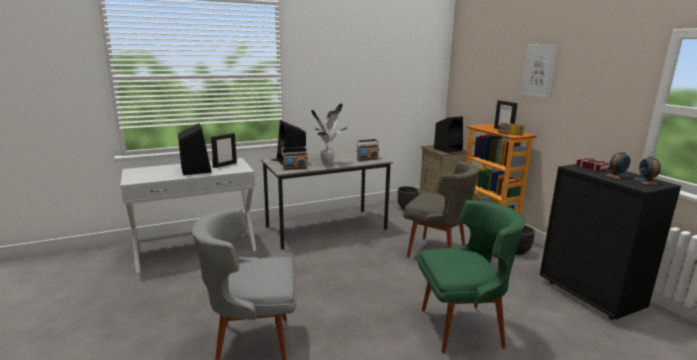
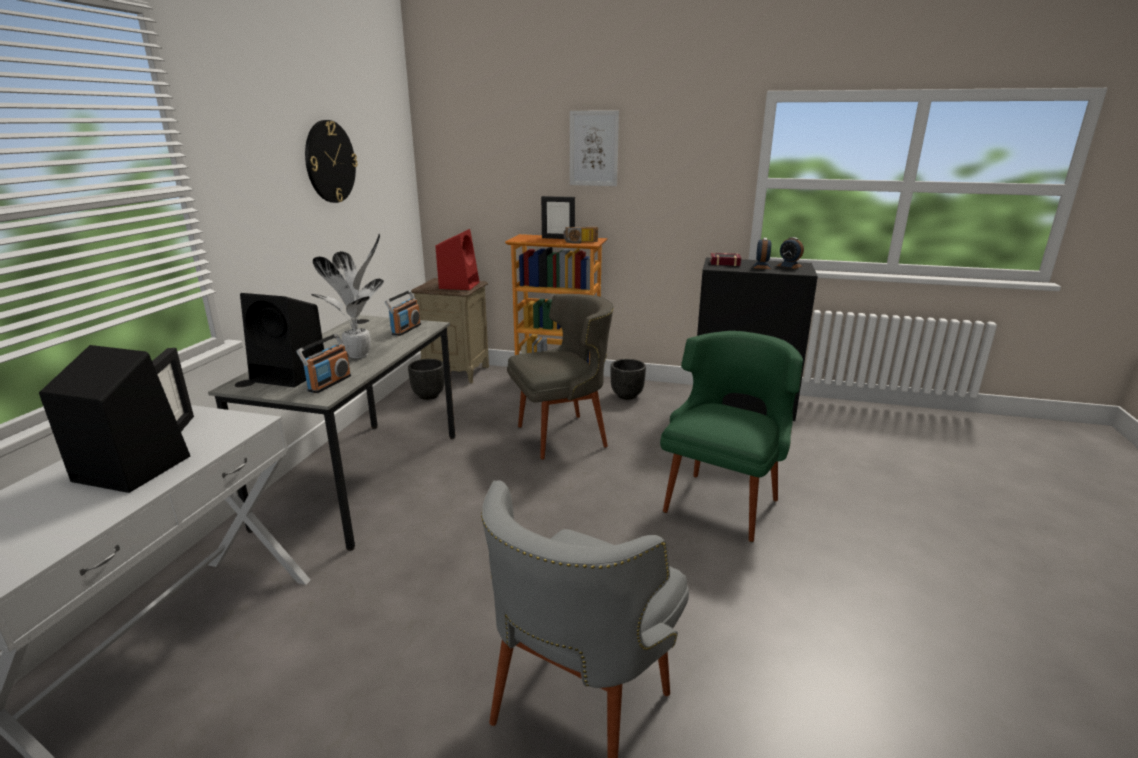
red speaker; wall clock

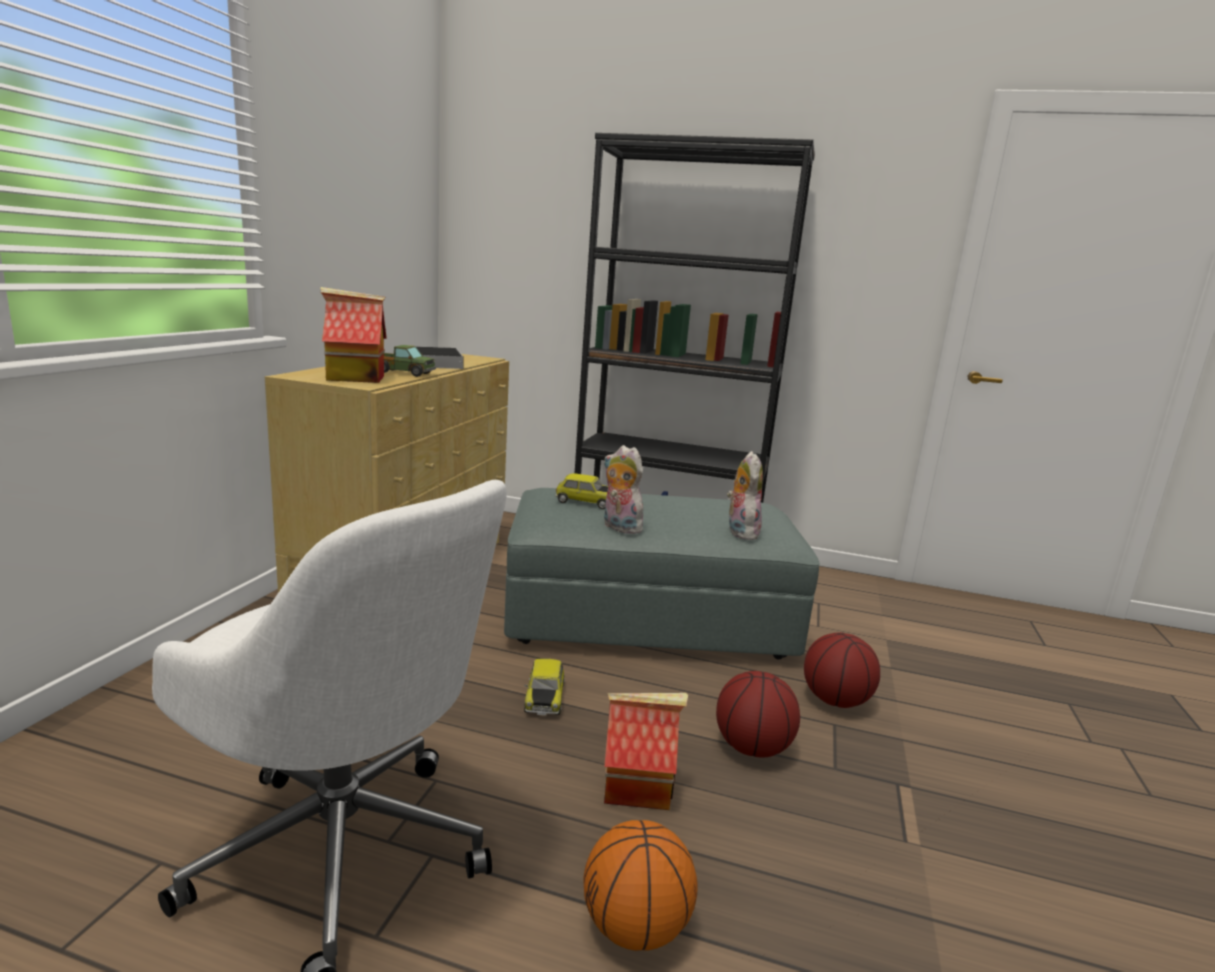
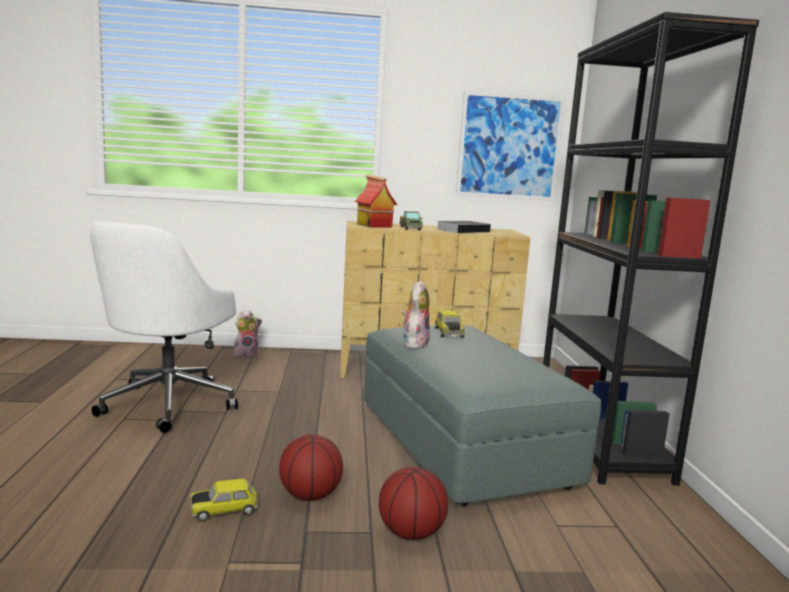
toy car (1st from left); basketball (1st from left in the first image); toy house (2nd from left in the first image); plush toy (1st from left); picture

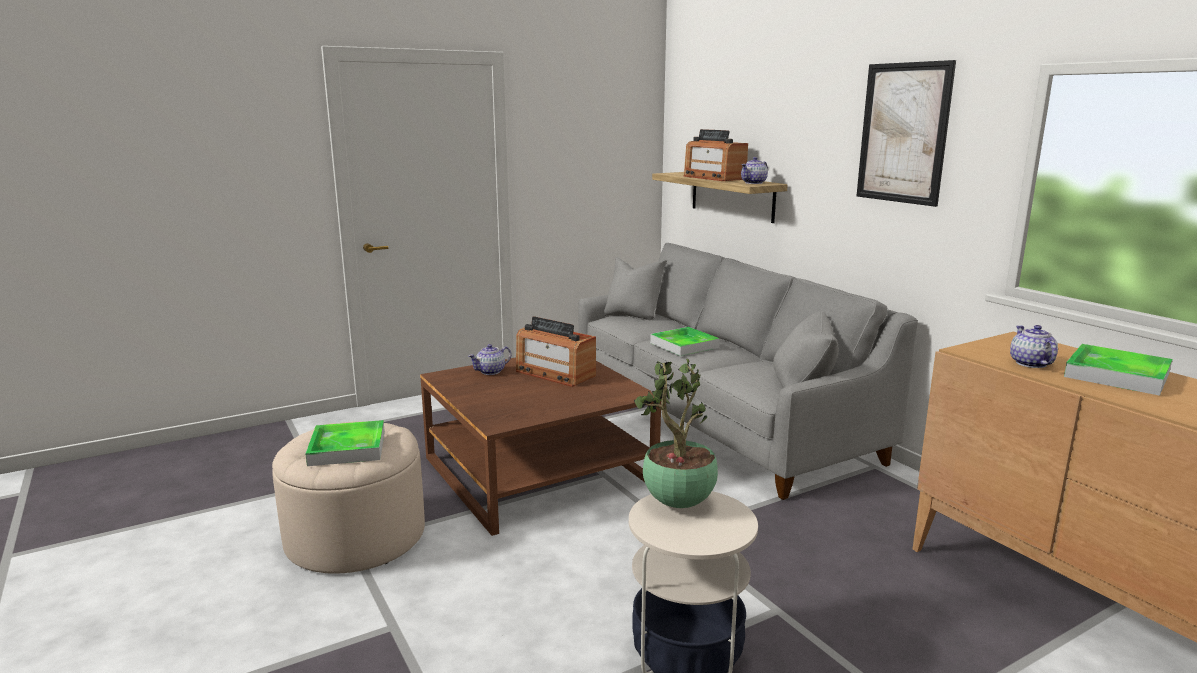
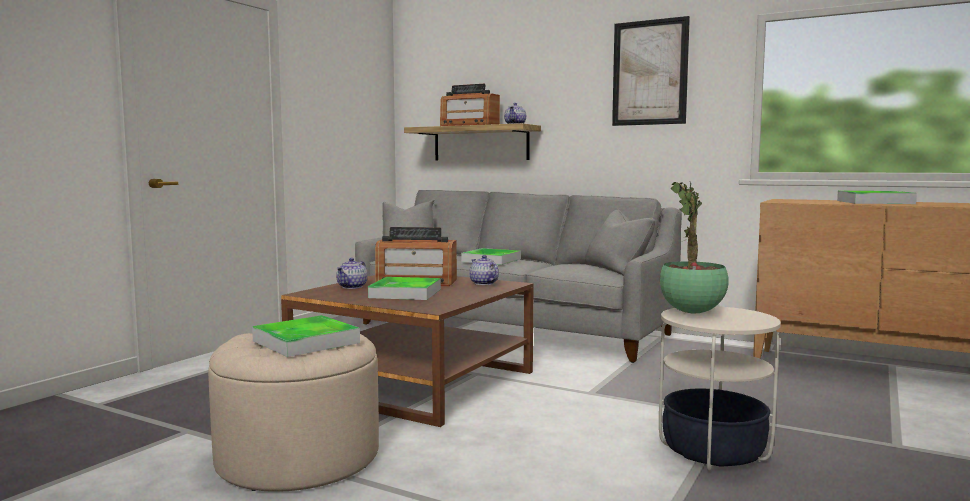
teapot (2nd from left); tray (2nd from left)

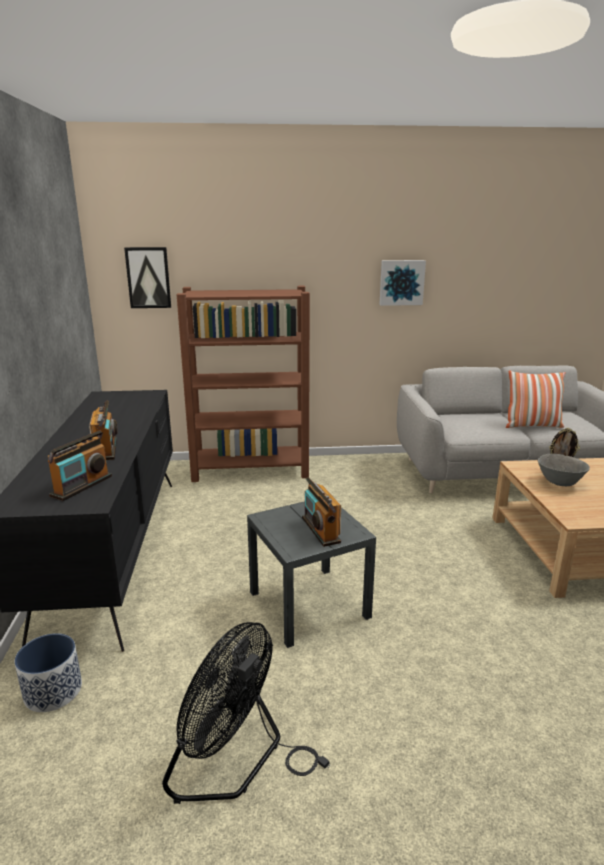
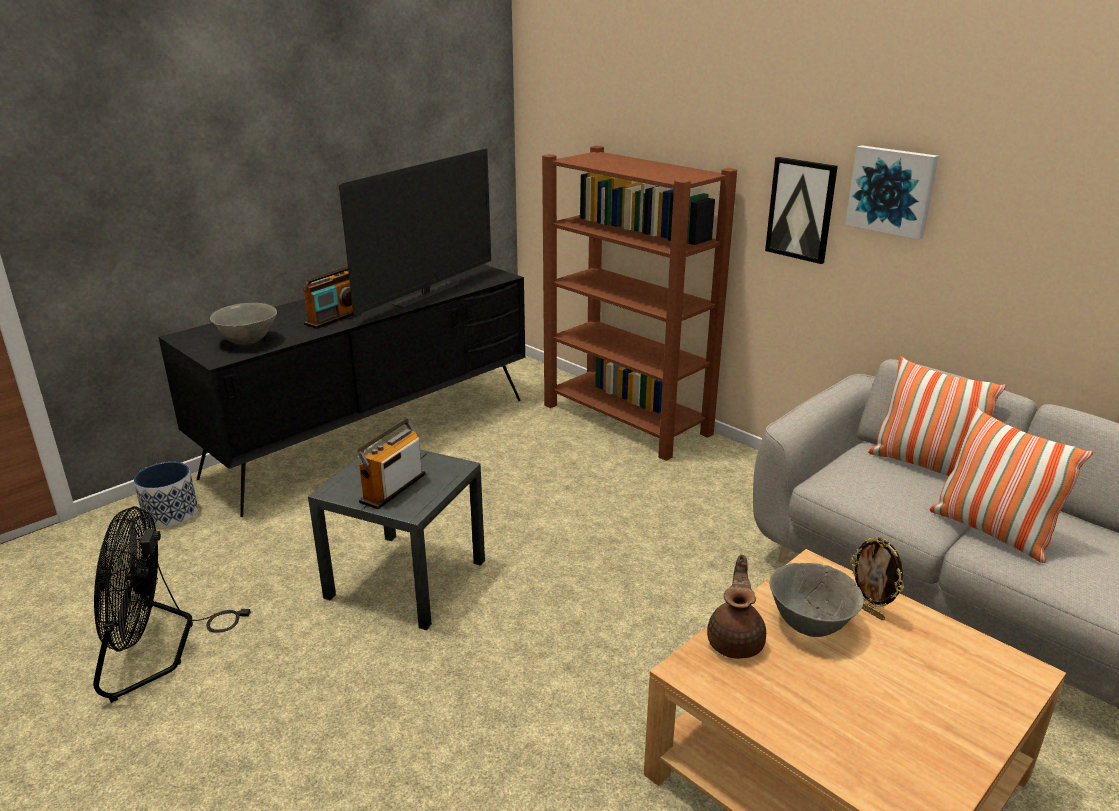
grey bowl (1st from left); picture (1st from left); black fan; television; brown teapot; pillow (1st from left)

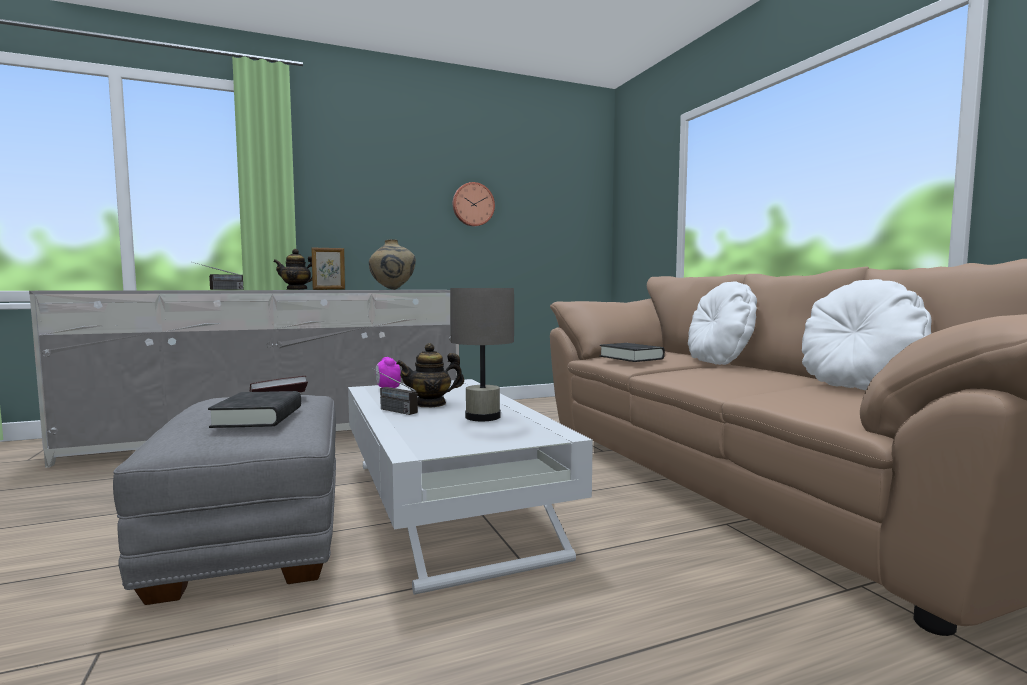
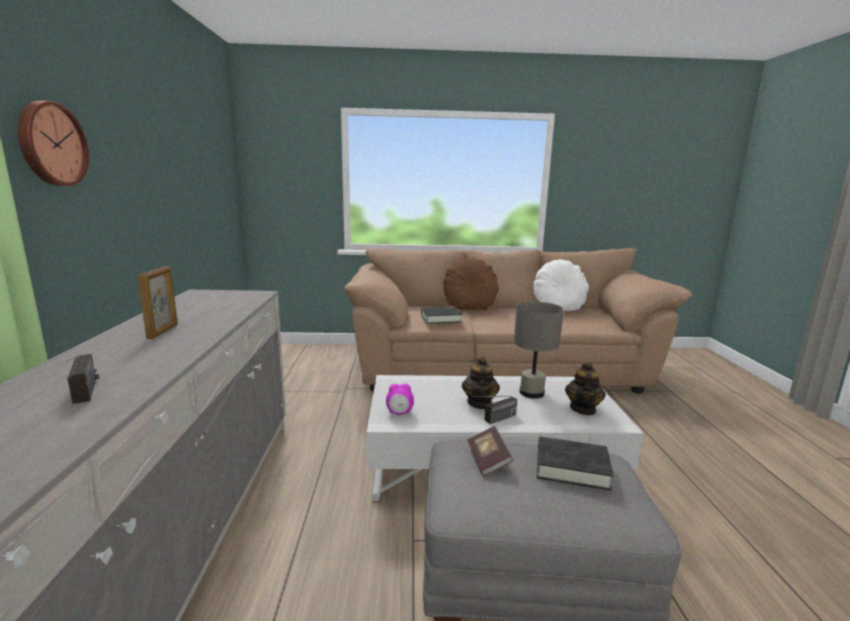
teapot (2nd from left); beige vase; wall clock; brown pillow

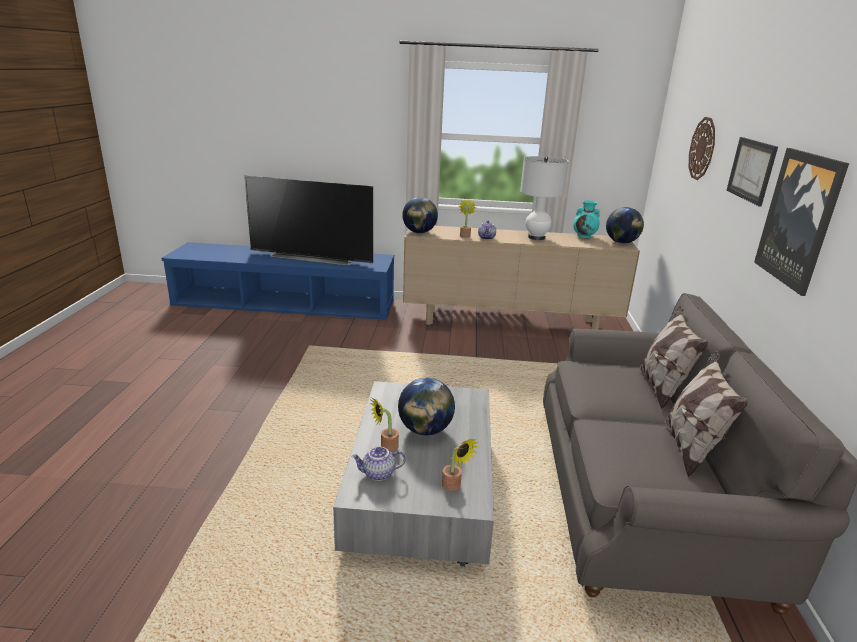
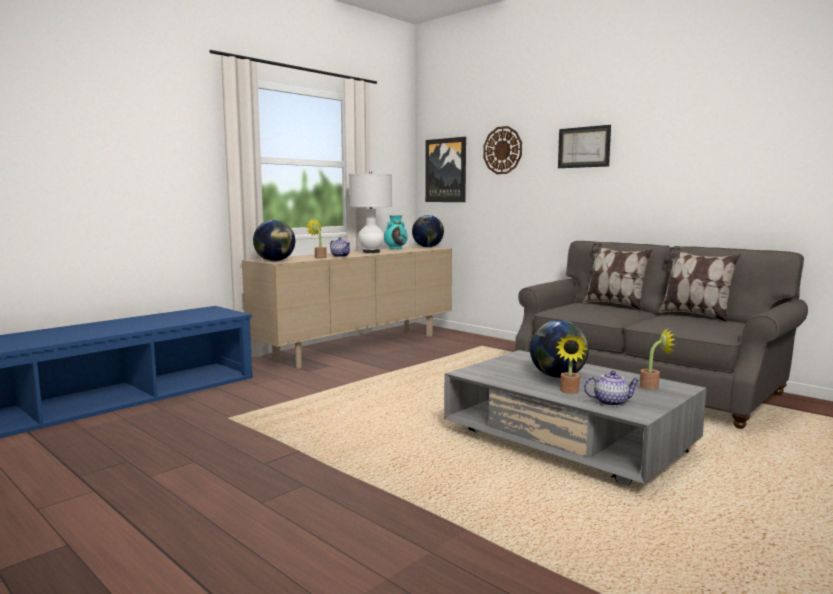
television; teapot (2nd from left); picture (1st from left)

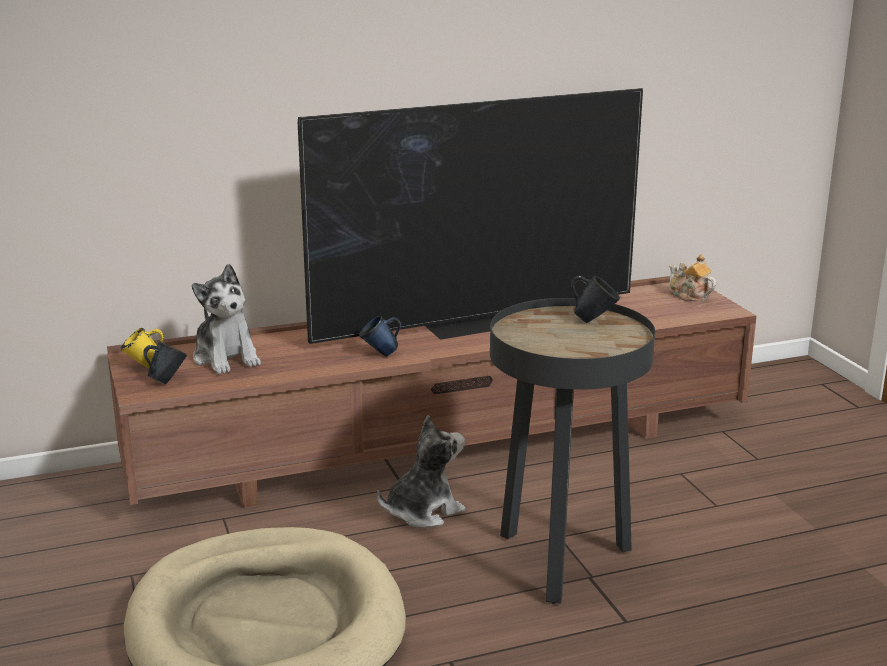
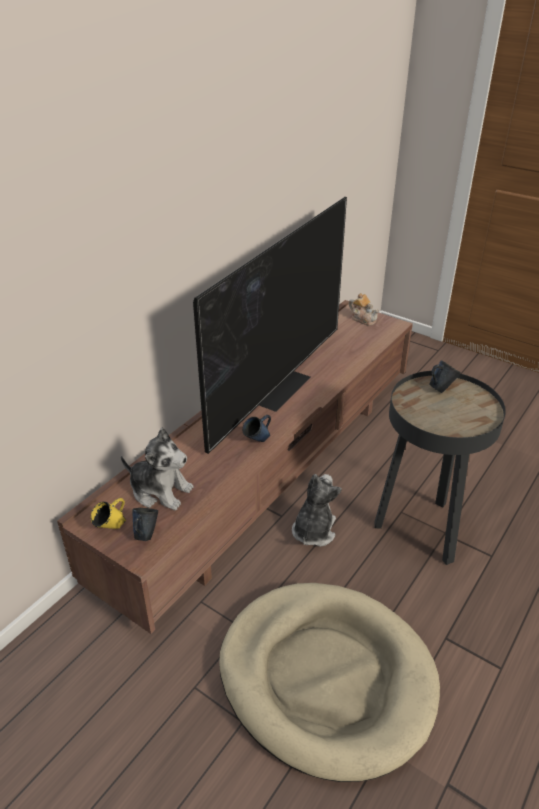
teapot

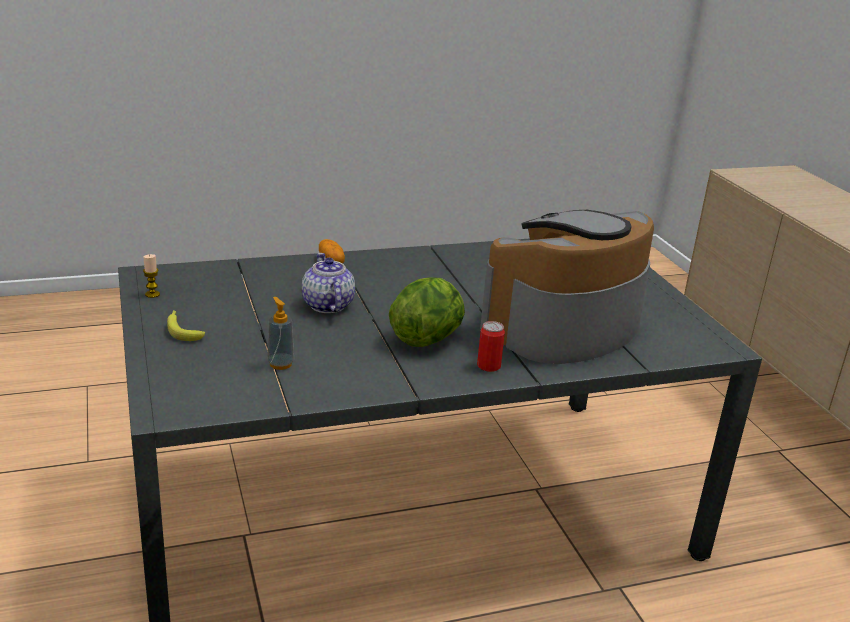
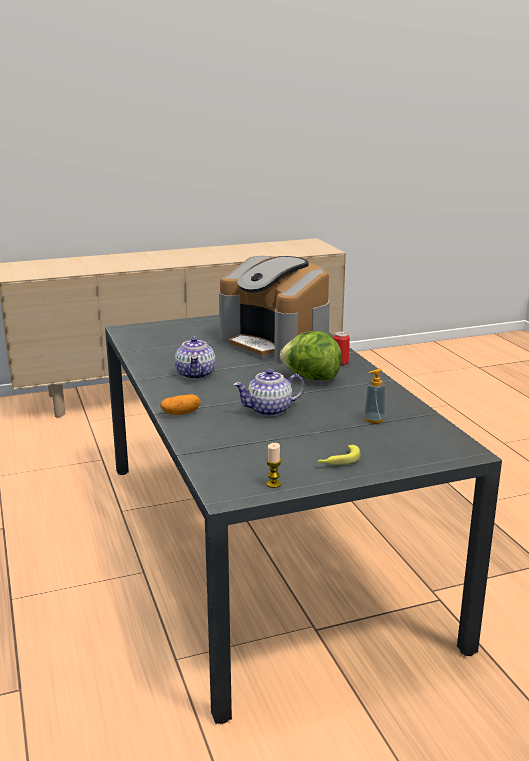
teapot (1st from left)

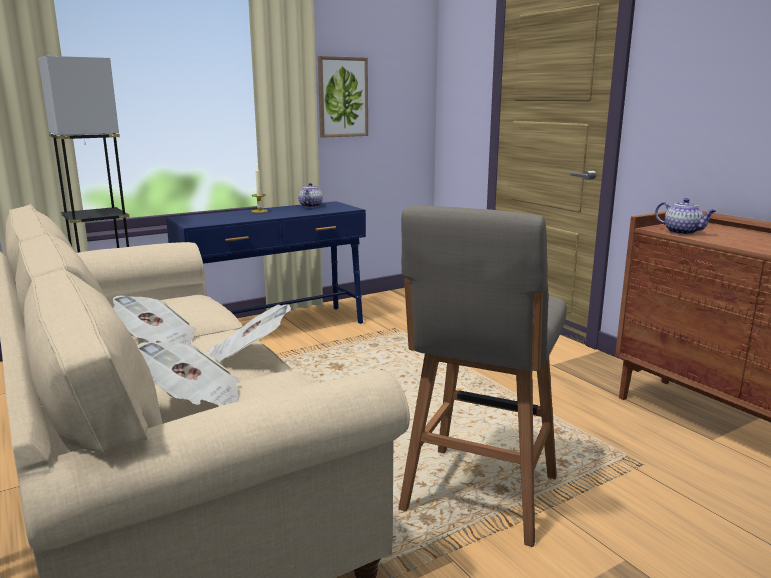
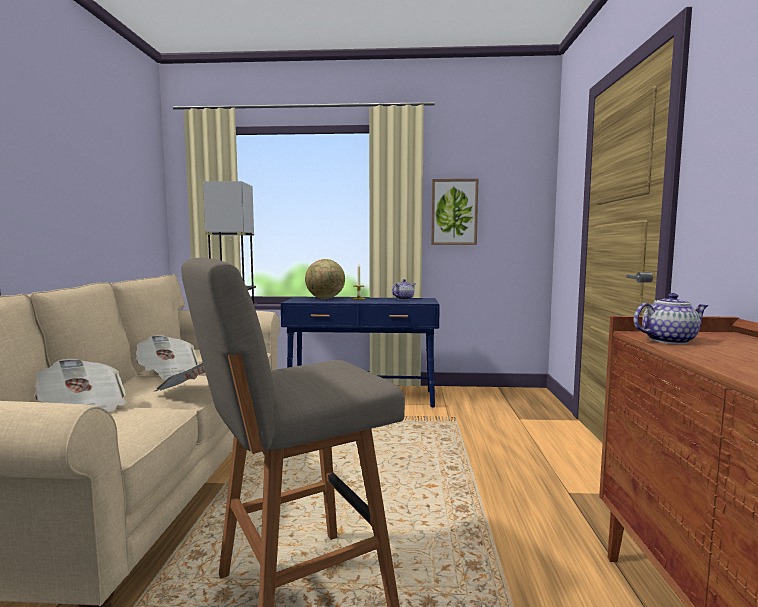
teapot (2nd from left); globe

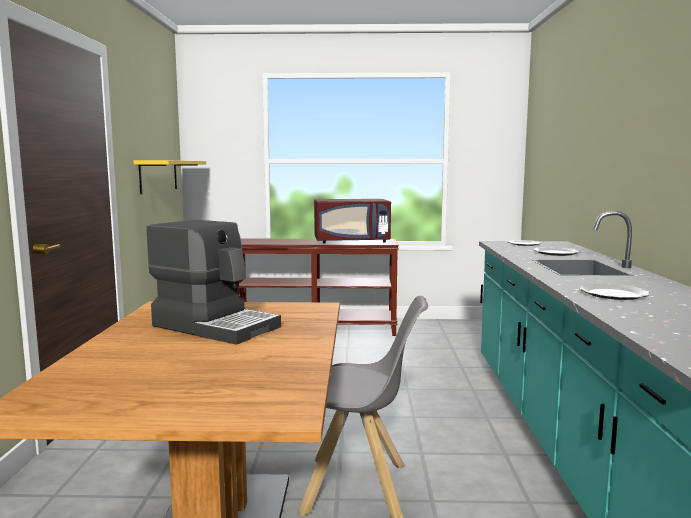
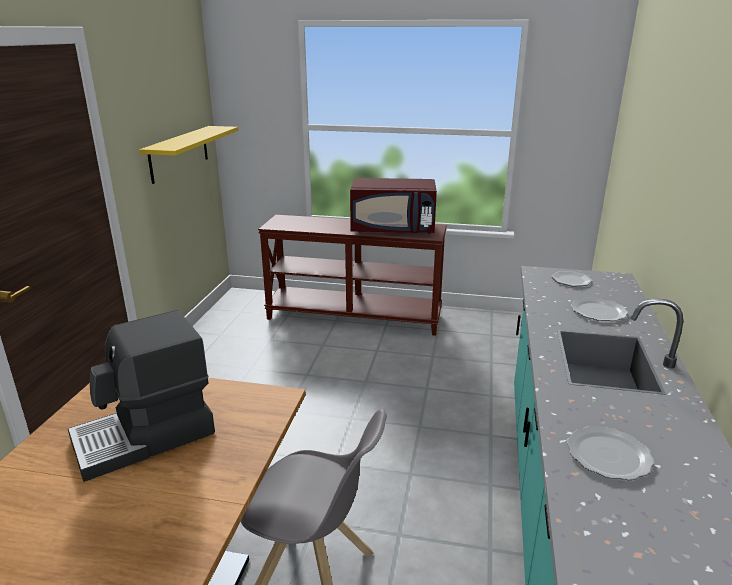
coffee machine

